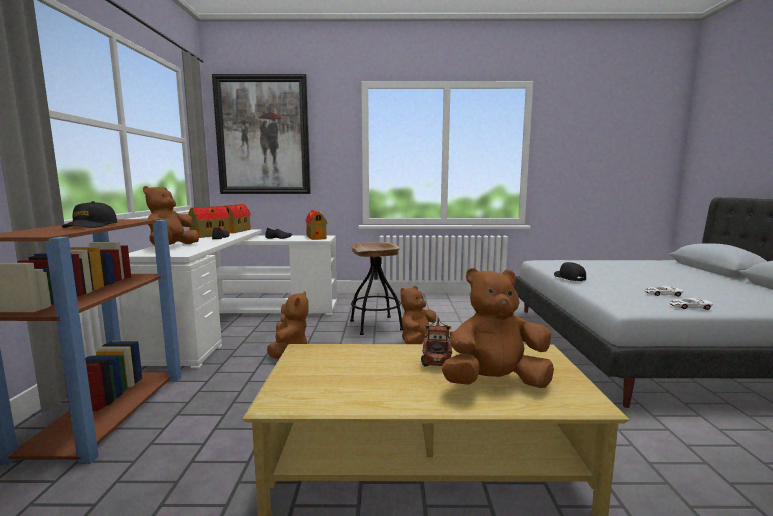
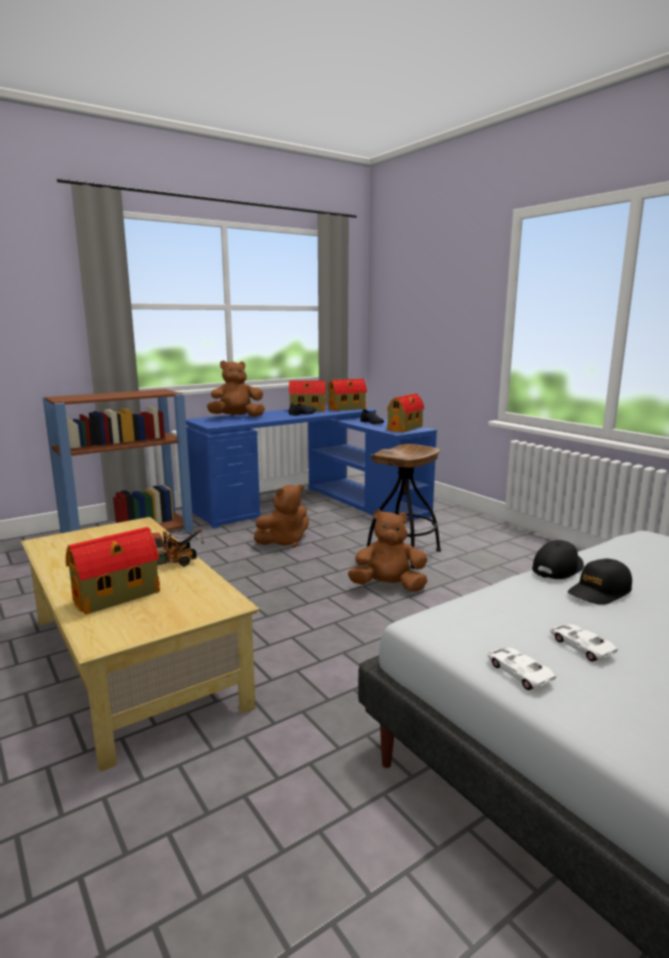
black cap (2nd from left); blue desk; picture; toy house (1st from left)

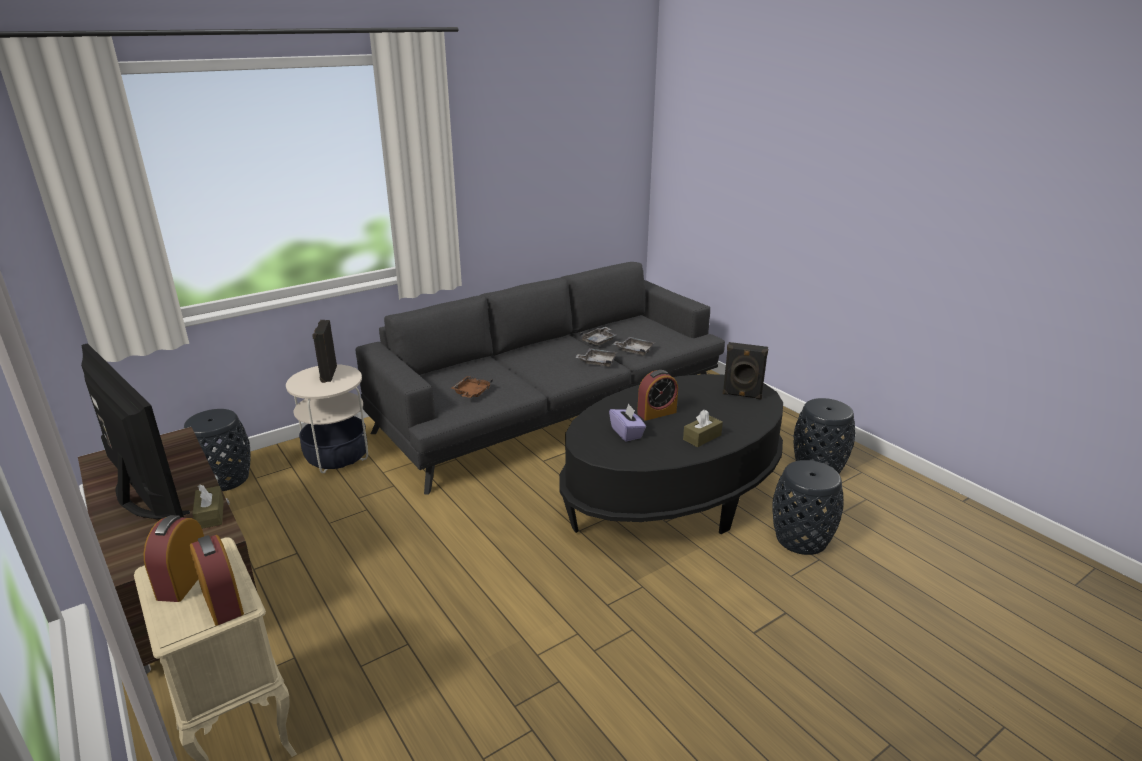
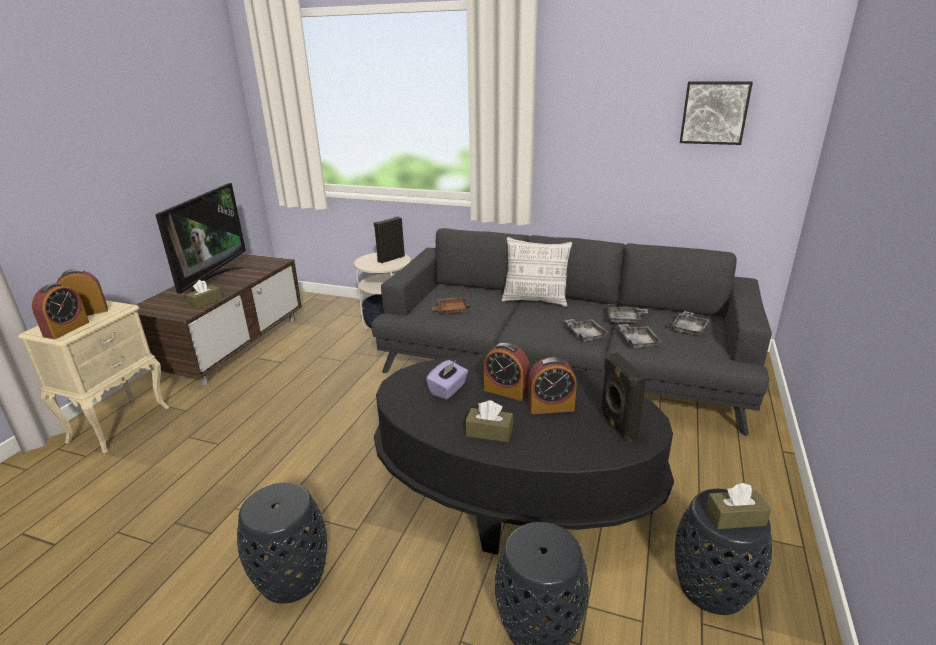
black stool (1st from left); pillow; alarm clock (4th from left); grey tray (4th from left); picture; brown tissue box (3rd from left)

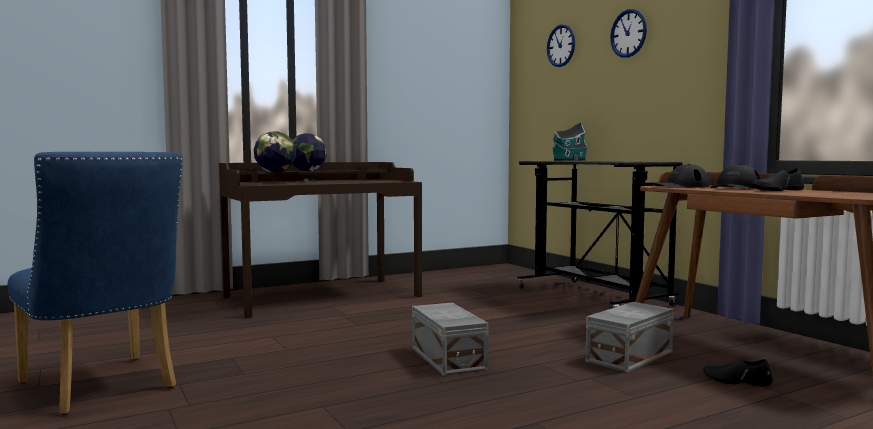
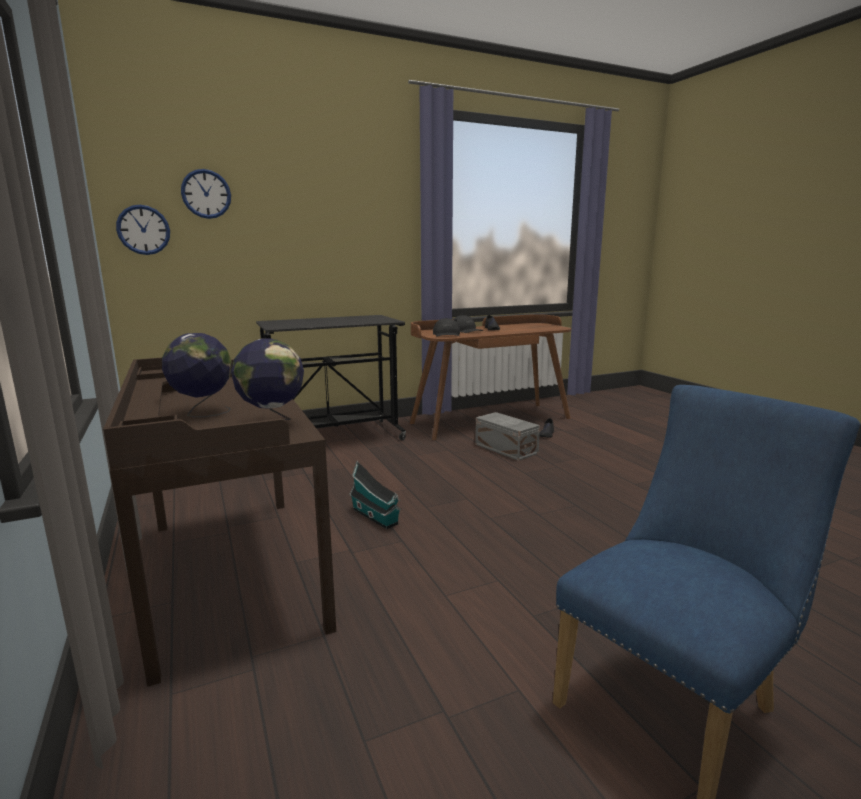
grey storage box (1st from left in the first image); toy house; wall clock (1st from left)

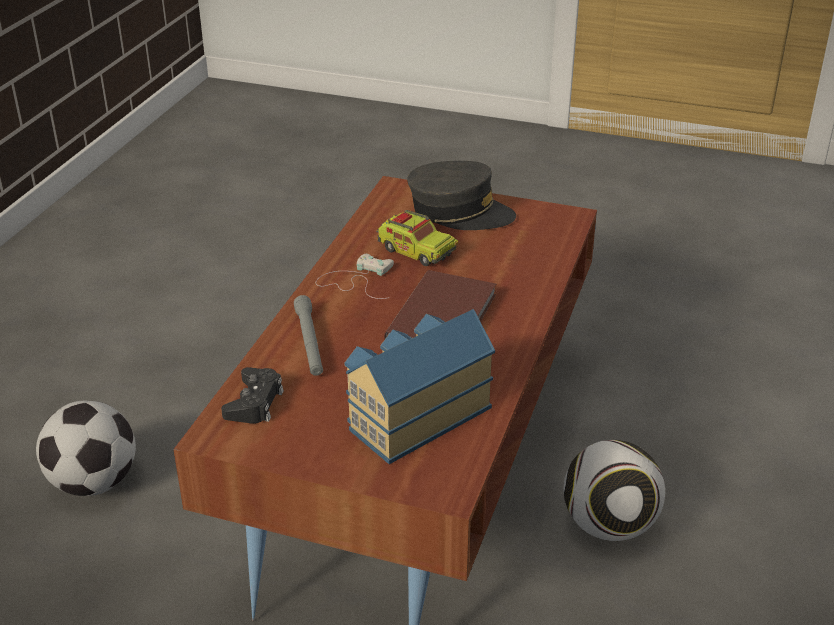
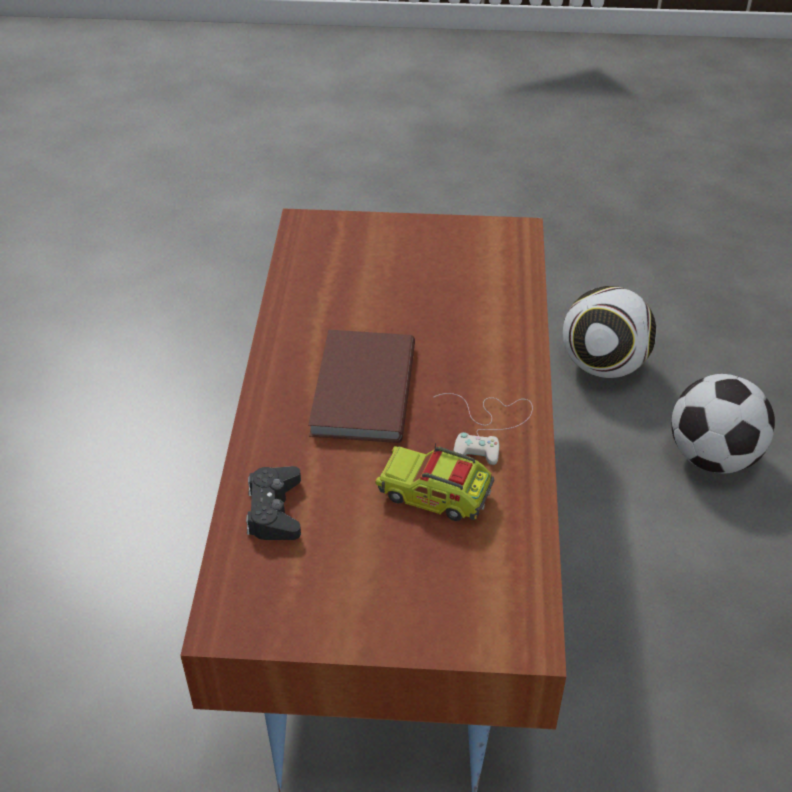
black game controller; grey flashlight; toy house; grey cap; football (1st from left)

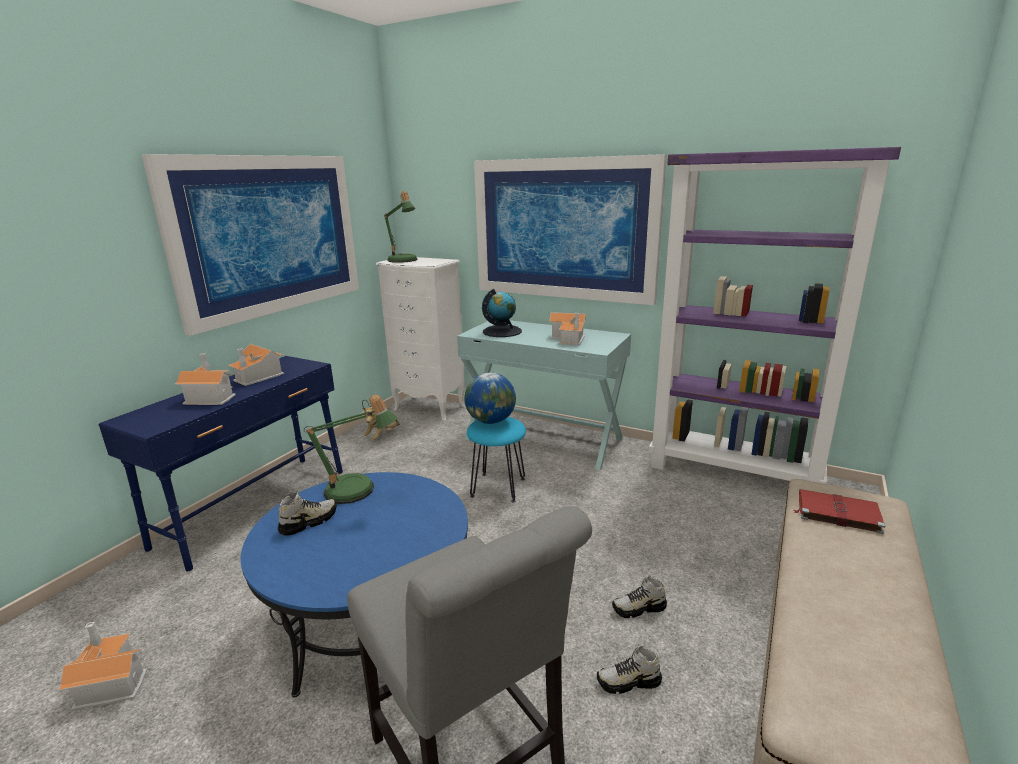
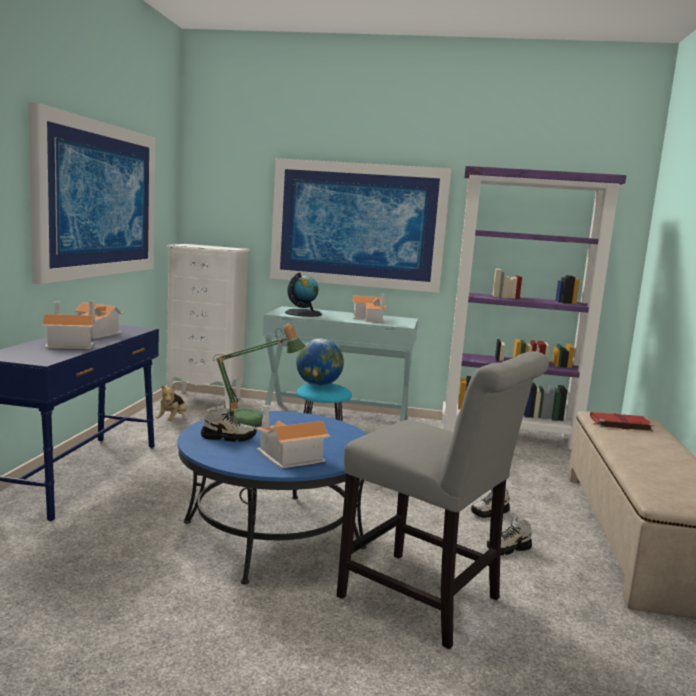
toy house (3rd from left); shoe (1st from left); table lamp (2nd from left in the first image)

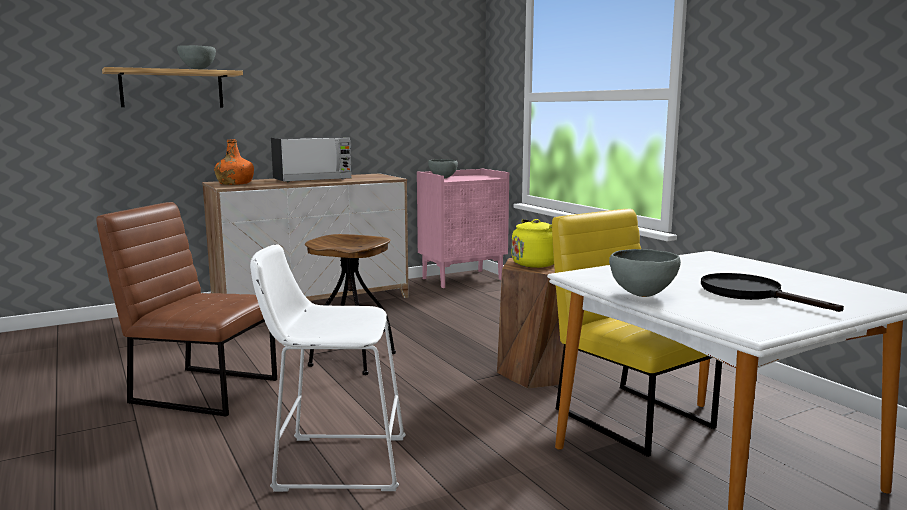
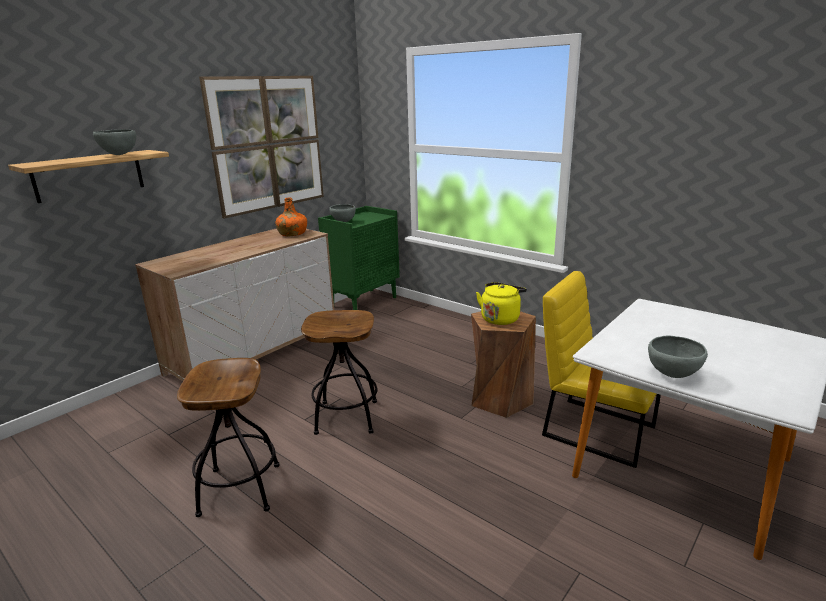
brown stool (1st from left); orange bottle; white stool; microwave; green cabinet; black frying pan; picture

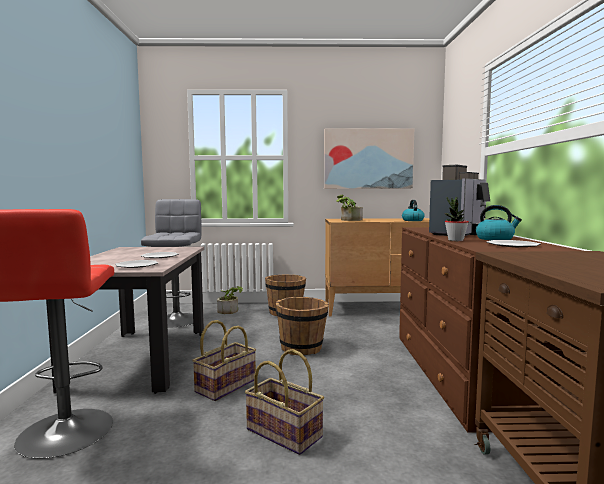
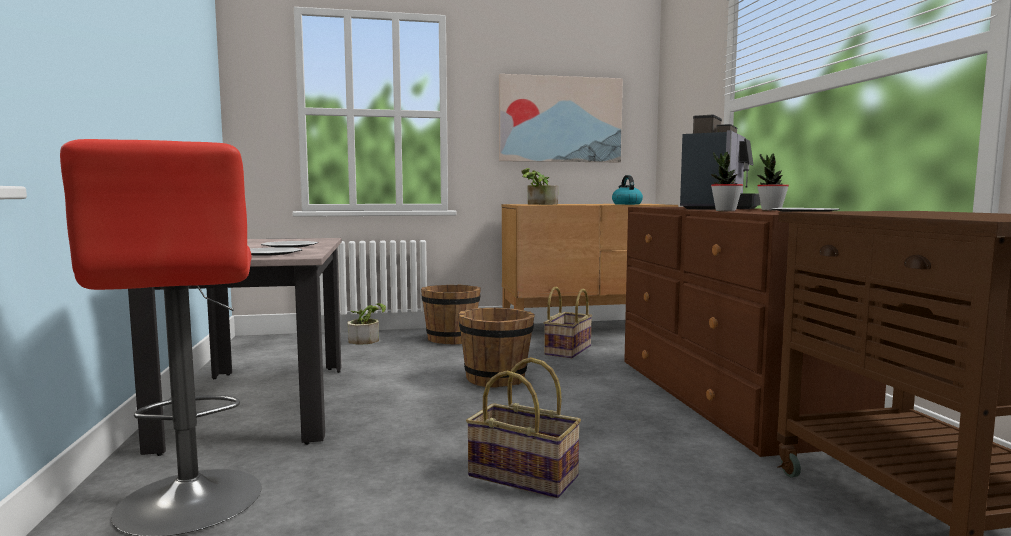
grey stool; basket (2nd from left); potted plant (4th from left)

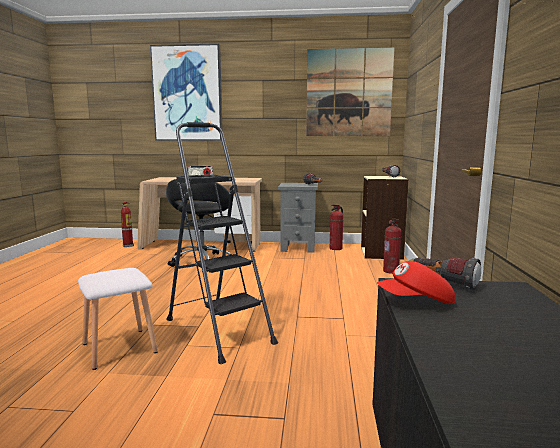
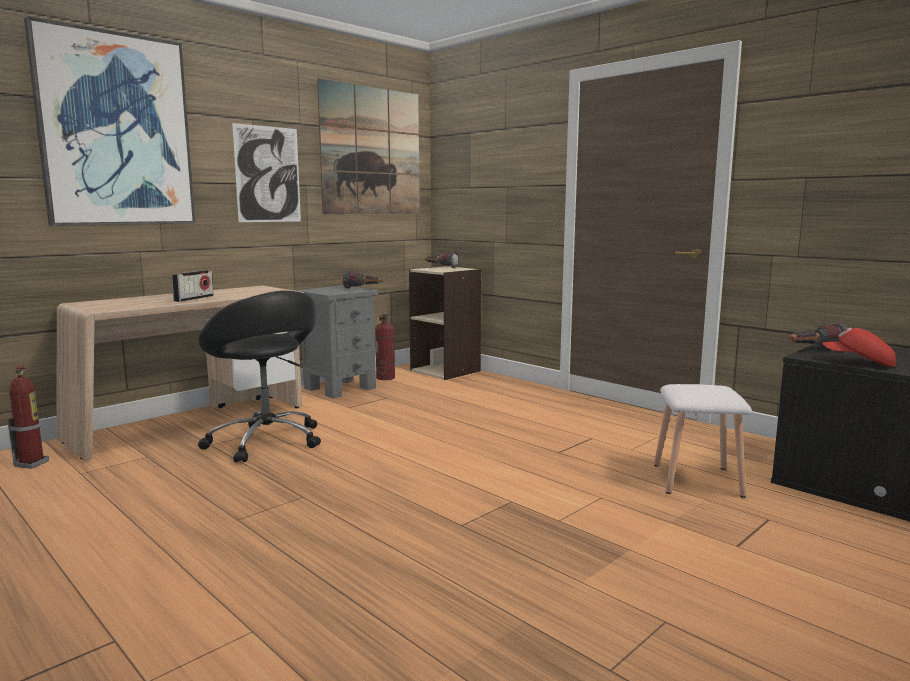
white stool; step ladder; red cap; fire extinguisher (3rd from left in the first image); picture (2nd from left)

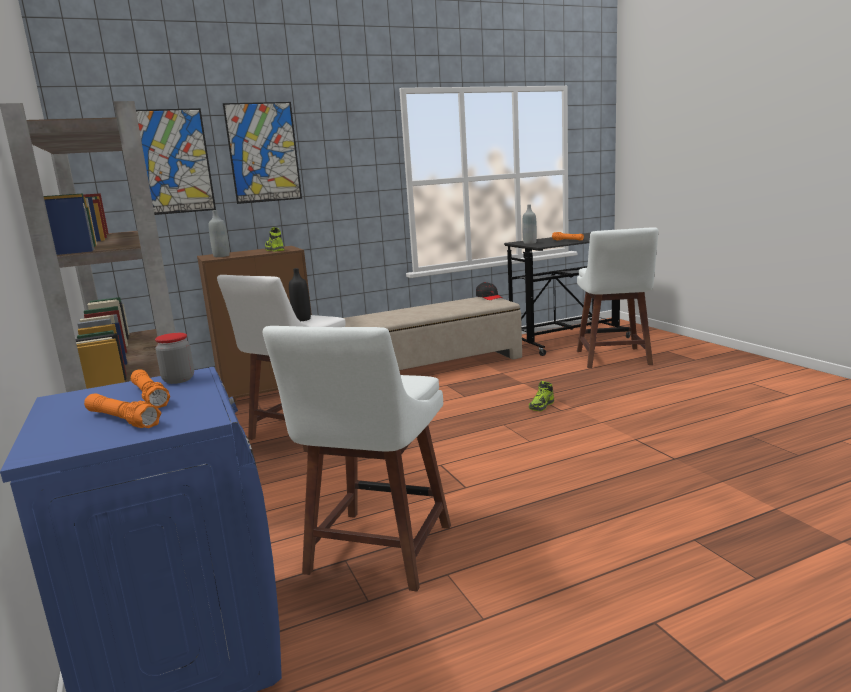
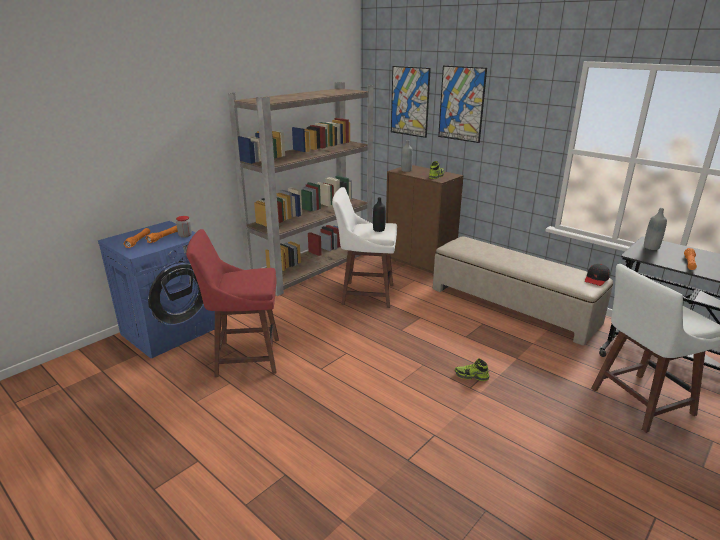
red stool

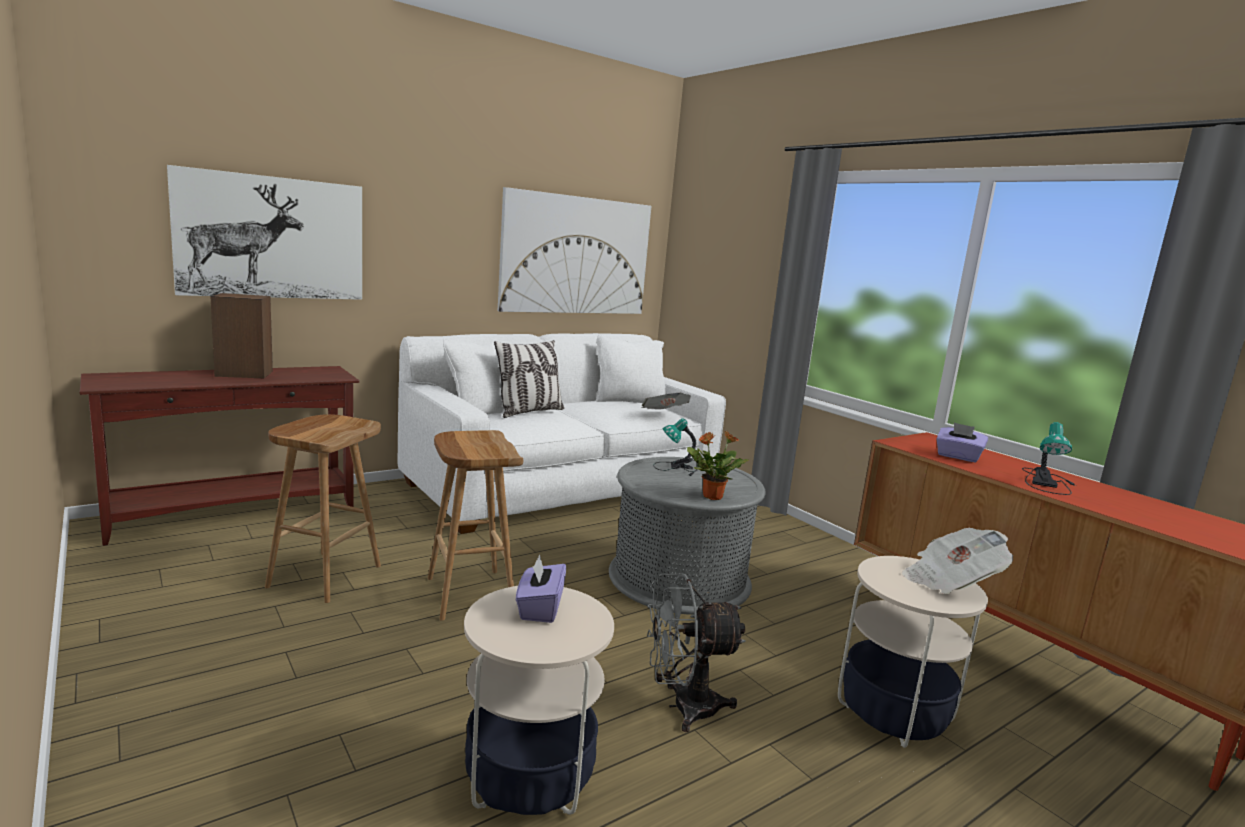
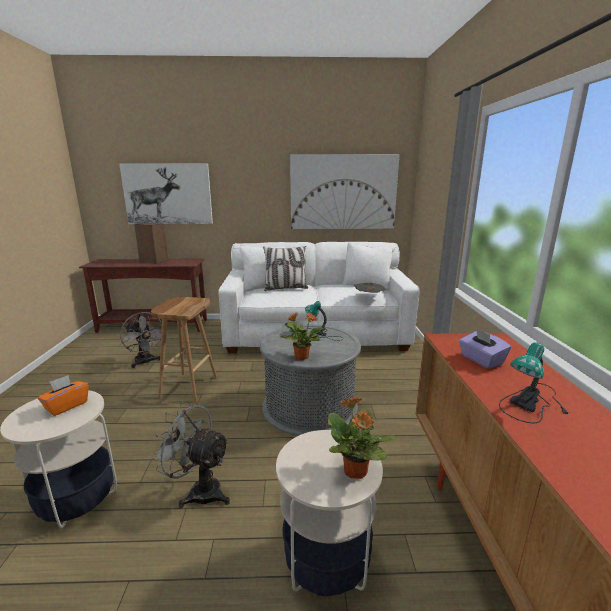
grey fan (1st from left); orange tissue box; potted plant (2nd from left)

